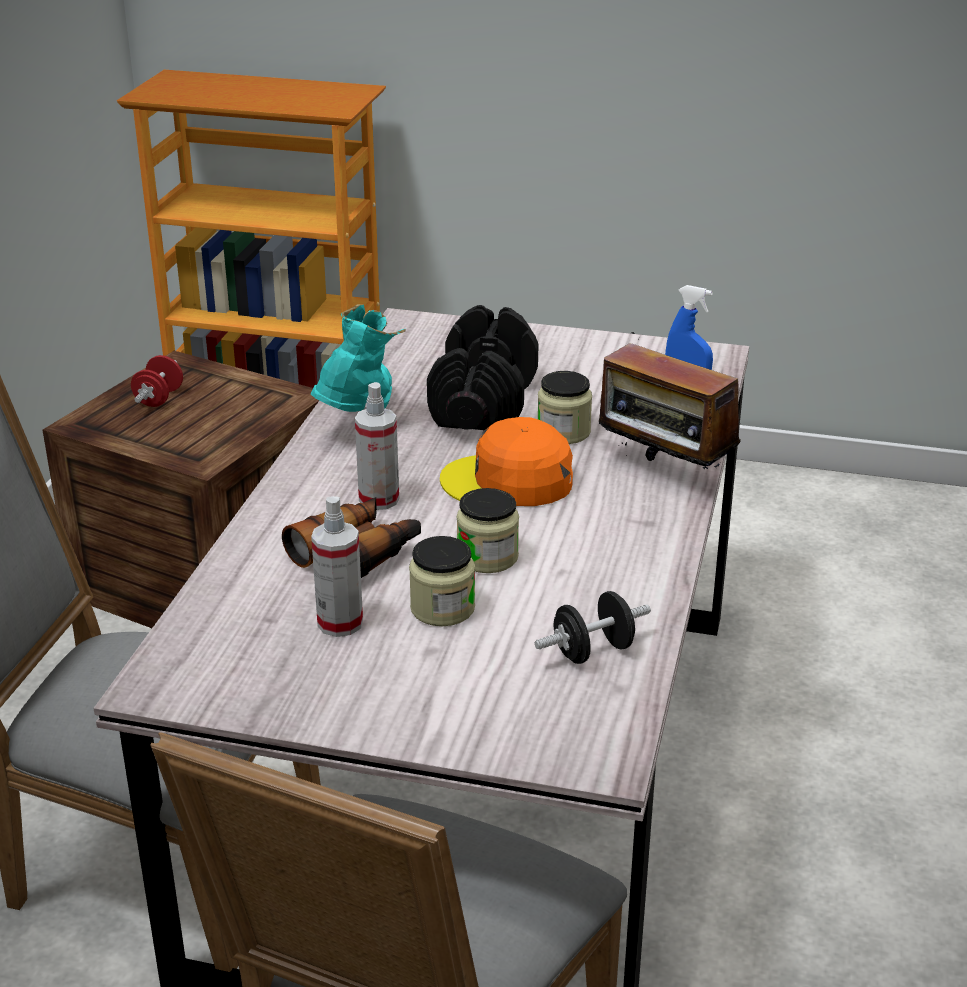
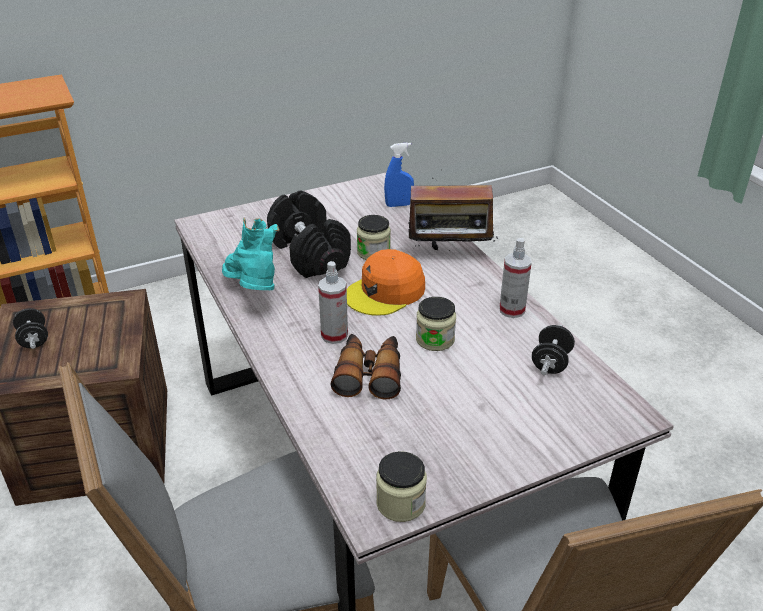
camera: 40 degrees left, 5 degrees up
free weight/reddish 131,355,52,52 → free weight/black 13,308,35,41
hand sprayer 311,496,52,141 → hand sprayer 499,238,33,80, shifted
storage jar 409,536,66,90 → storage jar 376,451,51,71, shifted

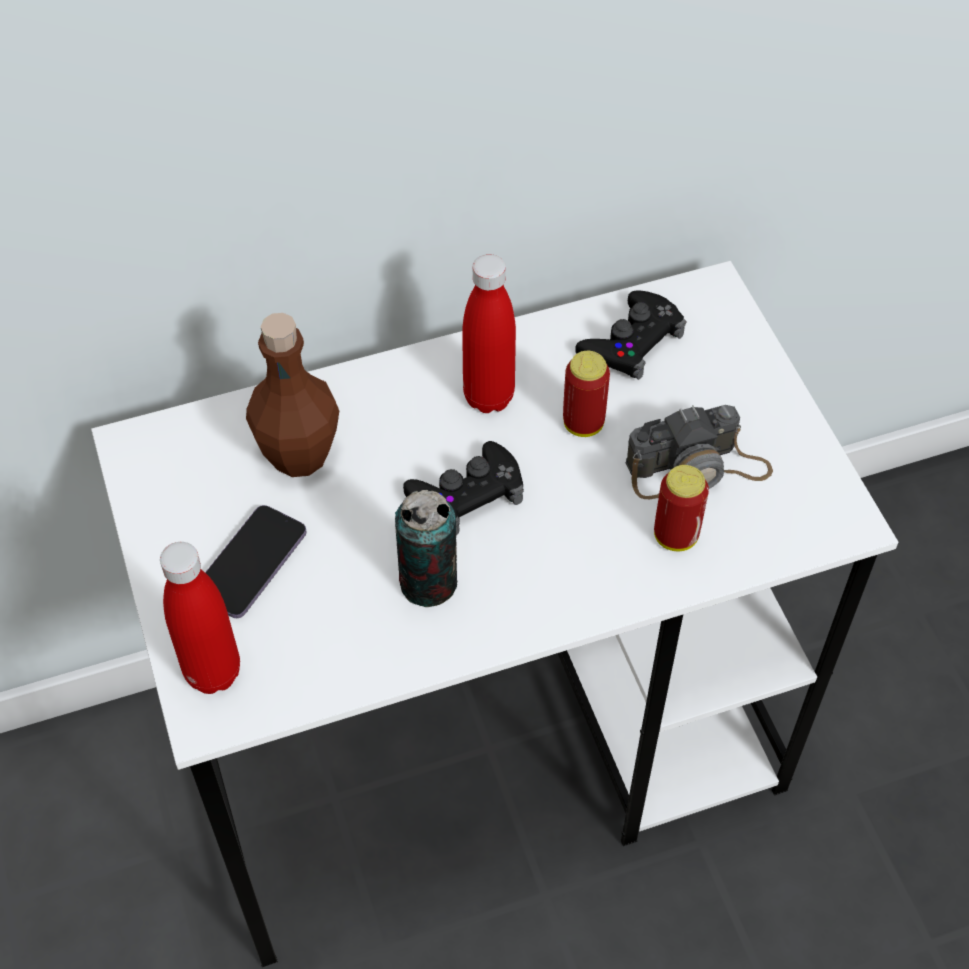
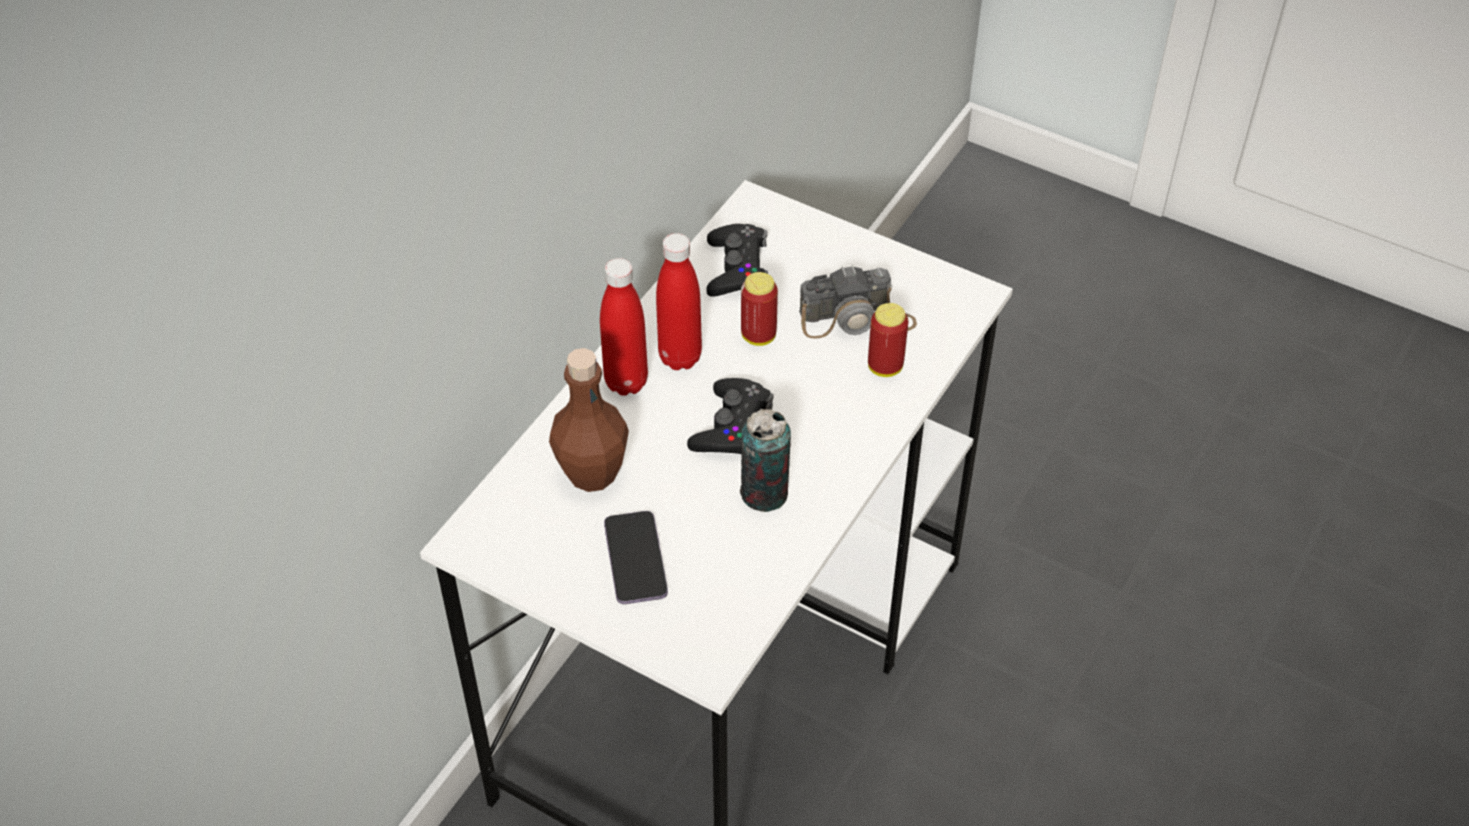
camera: 40 degrees left, 5 degrees down
still camera 626,405,147,94 → still camera 799,265,118,74, 45 degrees clockwise
beverage bottle/reddish 160,542,80,152 → beverage bottle/reddish 600,258,48,138, shifted

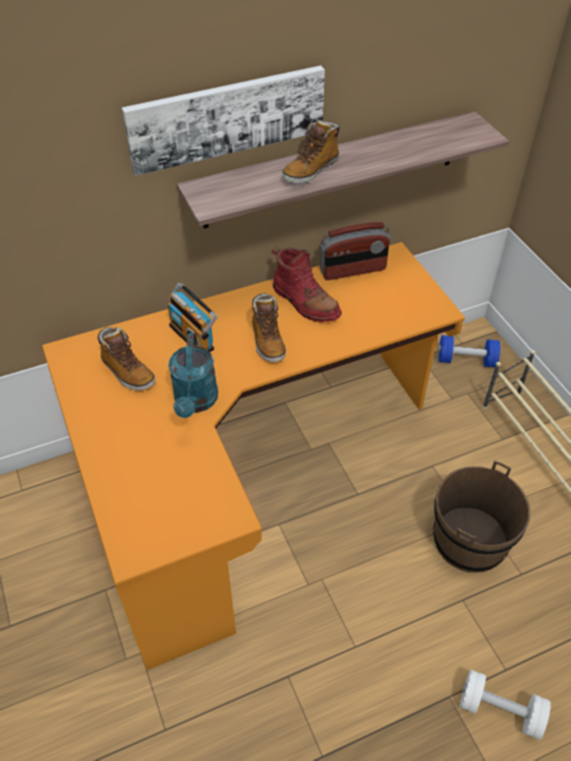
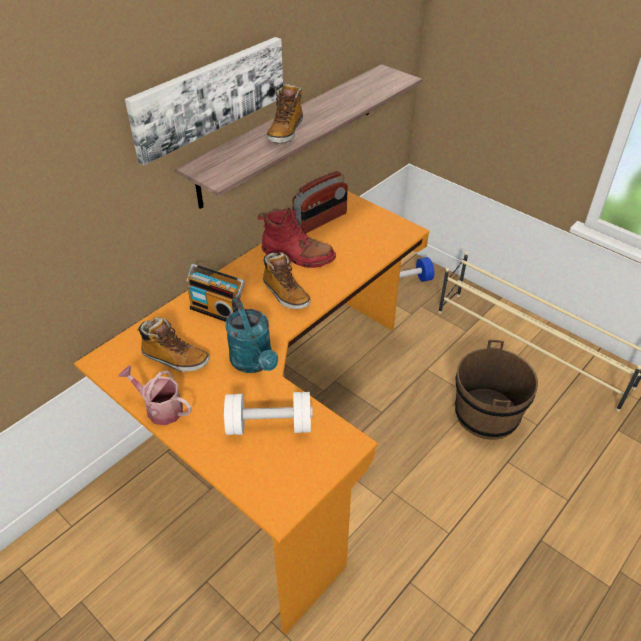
camera: 25 degrees left, 5 degrees down
free weight/white 460,669,91,71 → free weight/white 224,392,89,43, shifted
- → watering pot 118,366,74,59

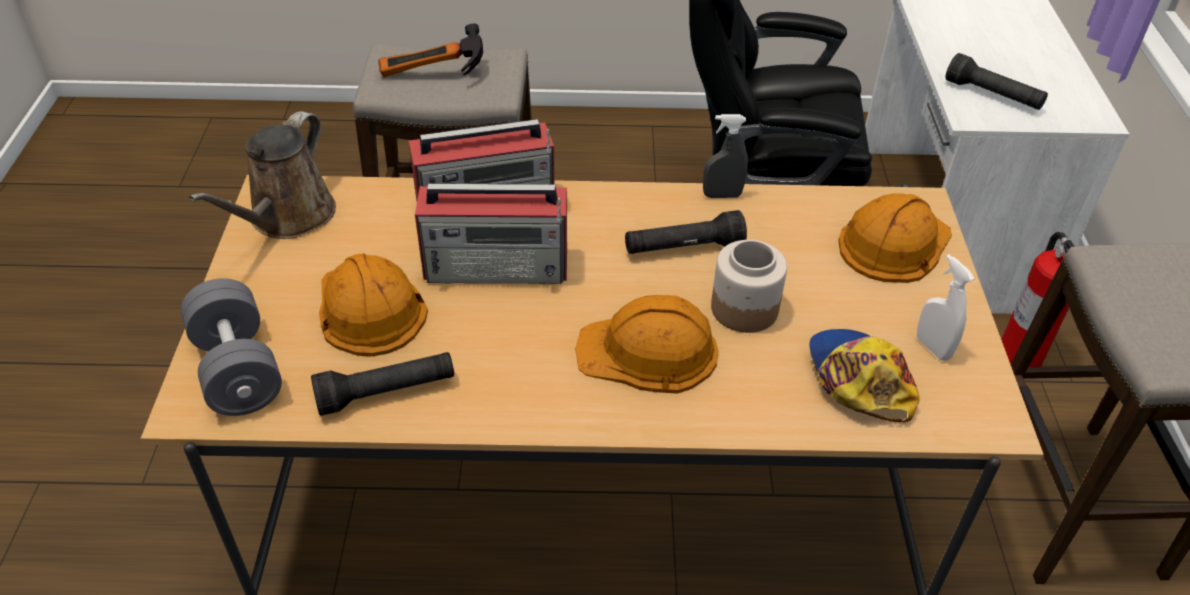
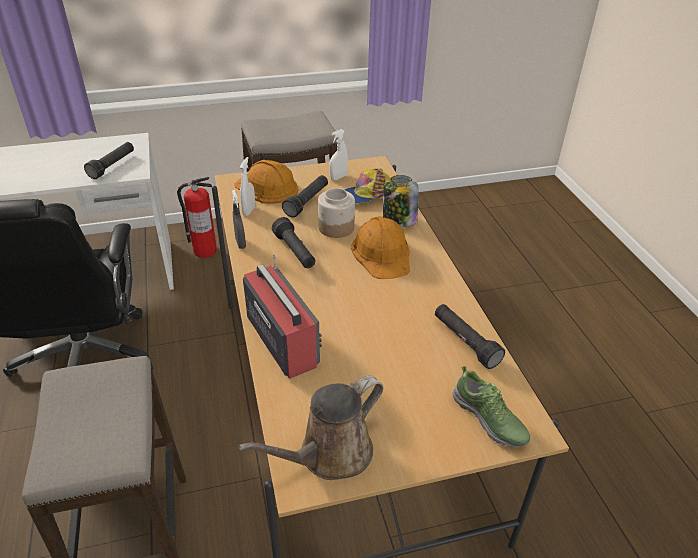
camera: 105 degrees left, 5 degrees down
hammer 378,23,105,54 → -
watering pot/brownish 189,111,147,128 → watering pot/brownish 238,376,145,104, 135 degrees clockwise
radio set 415,183,152,101 → -
safety helmet/orangey 319,253,109,103 → -
free weight/gray 181,278,101,138 → shoe 453,366,77,81
- → hand sprayer/white 240,157,15,59
- → hand torch/black 282,175,46,43
- → storage jar 383,175,36,52

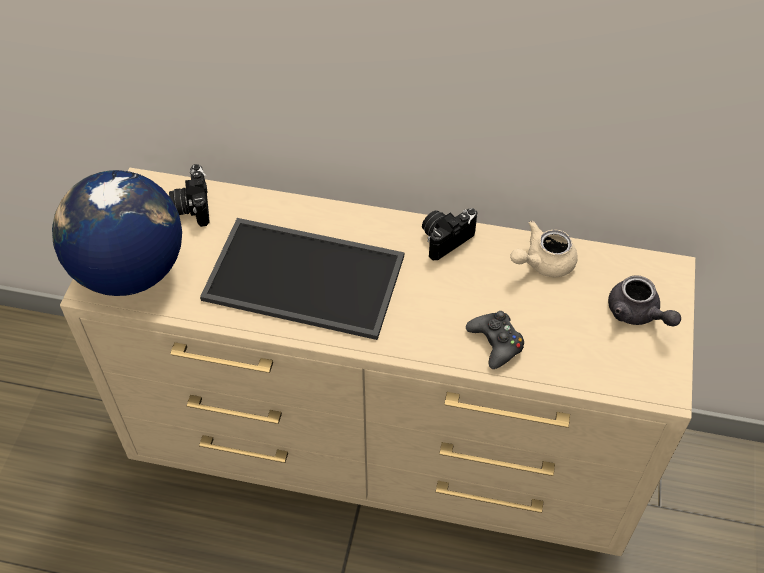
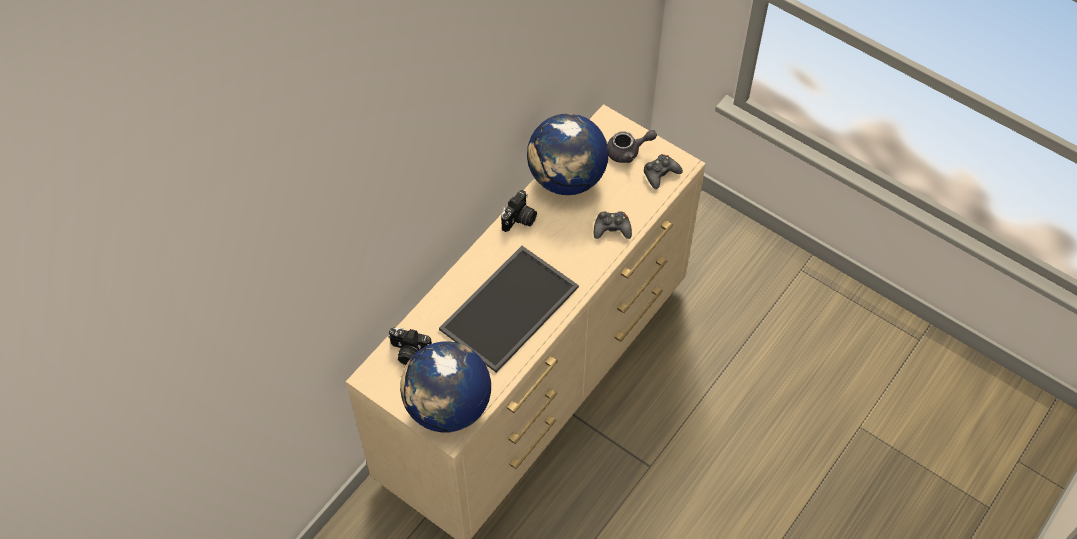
camera: 65 degrees left, 5 degrees up
still camera 422,208,55,52 → still camera 501,190,36,42, 135 degrees counterclockwise
tea pot/beige 510,221,68,56 → desk globe 527,113,81,82
- → gamepad/black 644,154,39,35

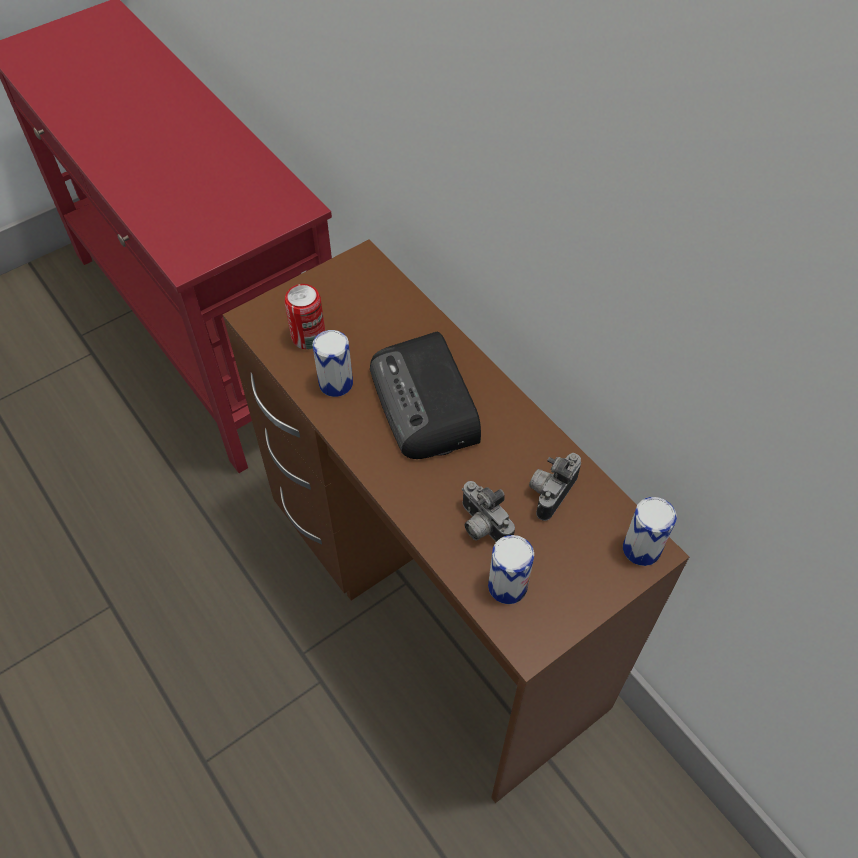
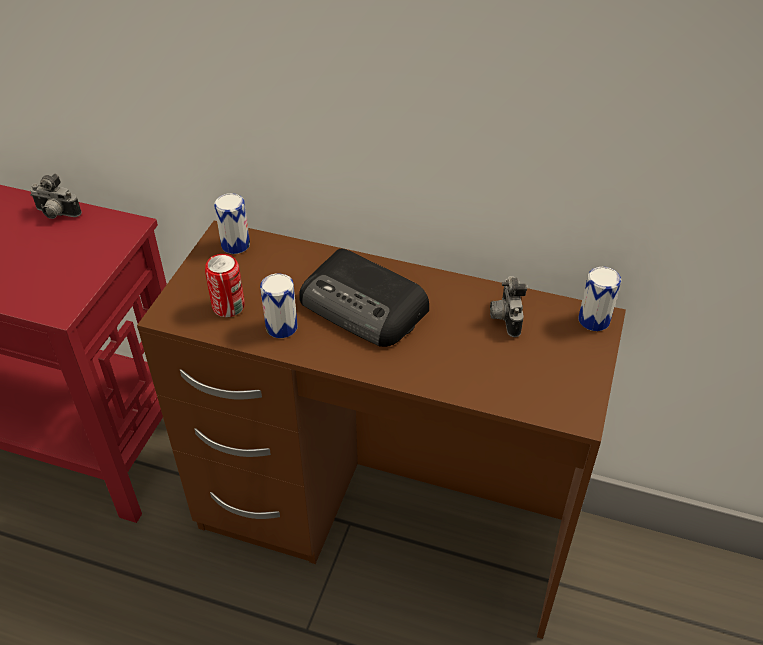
camera: 35 degrees left, 10 degrees down
still camera 462,481,53,61 → still camera 30,174,52,45, shifted
metal can 488,535,46,69 → metal can 214,193,36,61, shifted

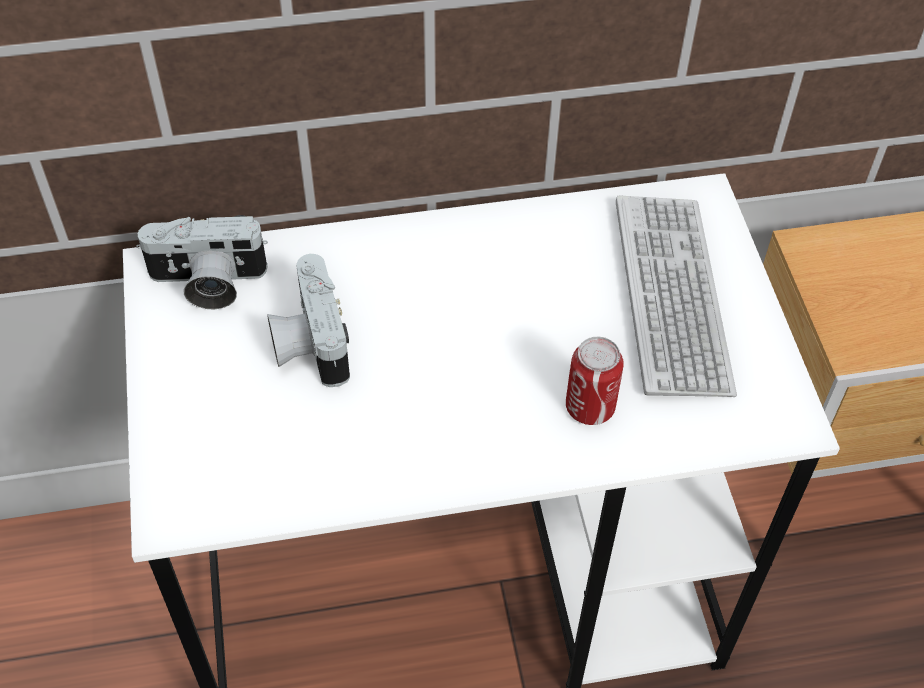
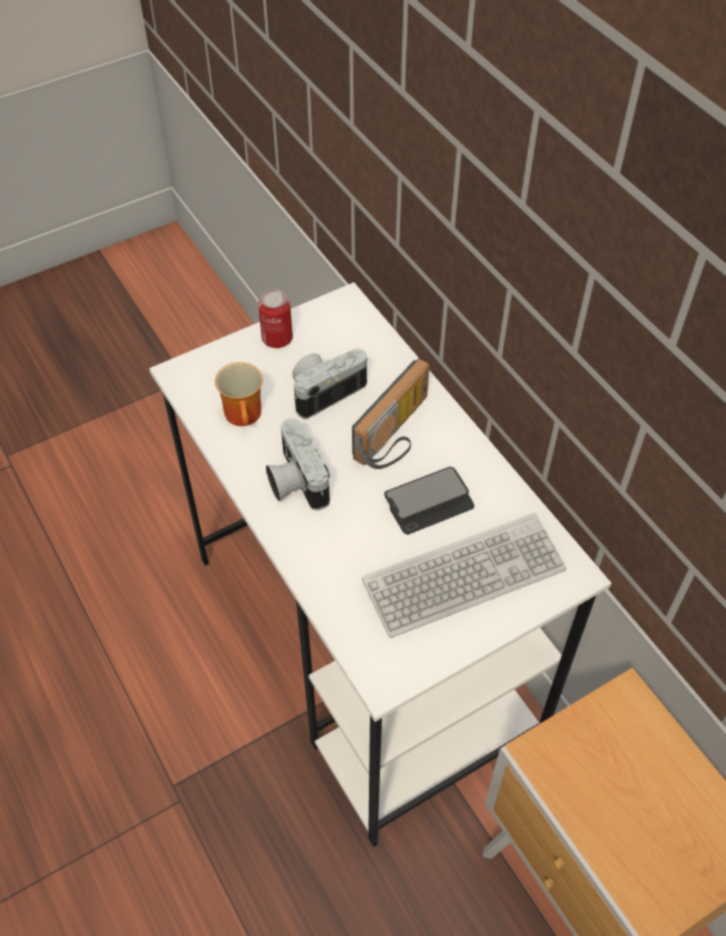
camera: 70 degrees right, 0 degrees up
still camera 136,215,132,94 → still camera 266,418,64,93, shifted
metal can 566,337,58,88 → metal can 258,289,35,59, shifted
- → radio set 352,358,78,111
- → coffee mug 215,362,48,64
- → telephone 384,467,90,68

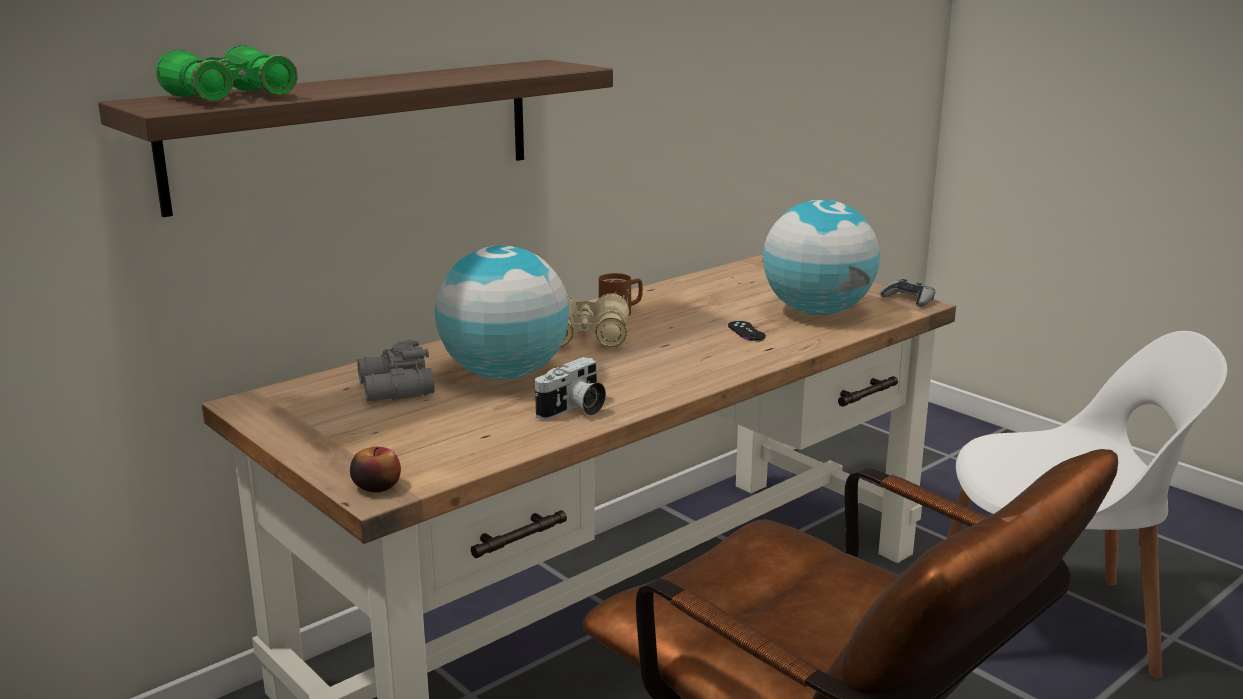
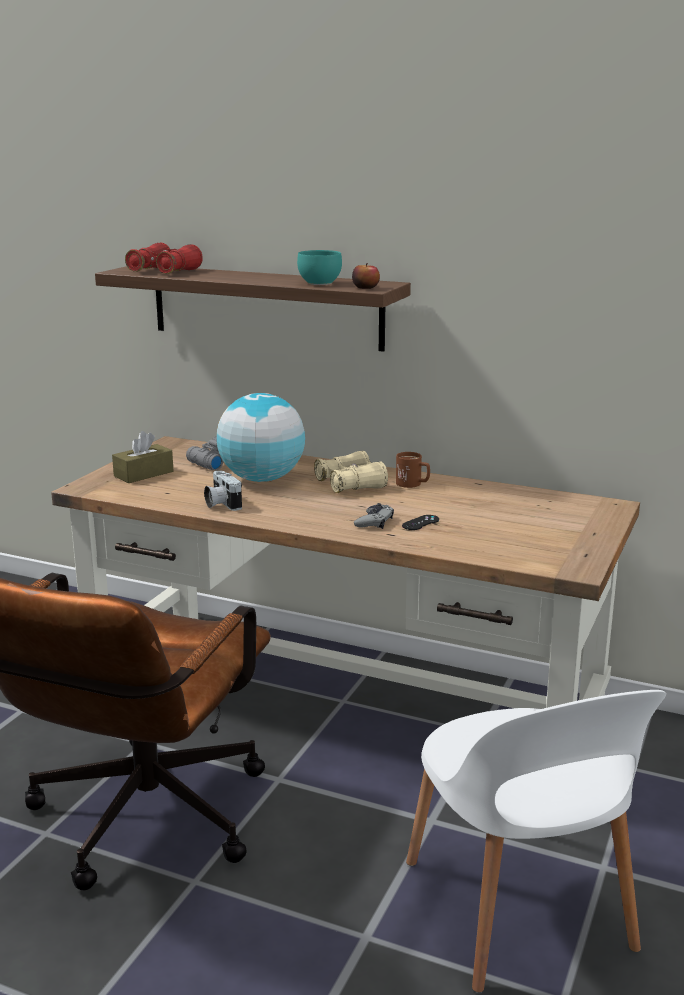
camera: 65 degrees right, 0 degrees up
field glasses/green 156,45,142,57 → field glasses/reddish 125,243,78,31
desk globe 763,200,117,115 → -
gamepad/gray 881,279,54,28 → gamepad/gray 354,503,40,26, shifted
still camera 535,357,71,63 → still camera 204,471,38,40, 45 degrees clockwise
apple fruit 350,447,51,45 → apple fruit 352,263,28,26, shifted
- → serving bowl/blue-green 297,250,45,35
- → tissue box/brownish 112,431,61,52

